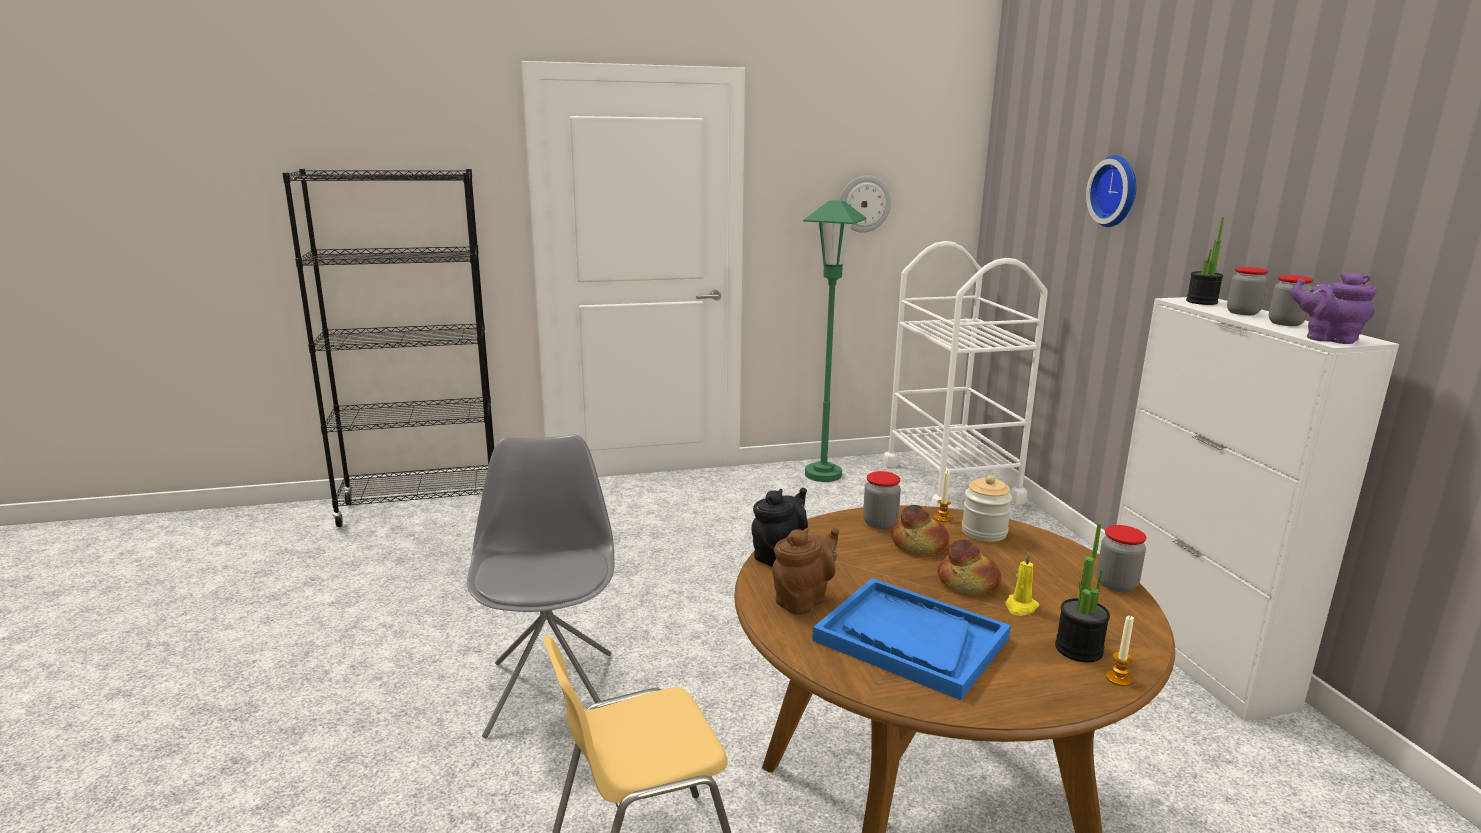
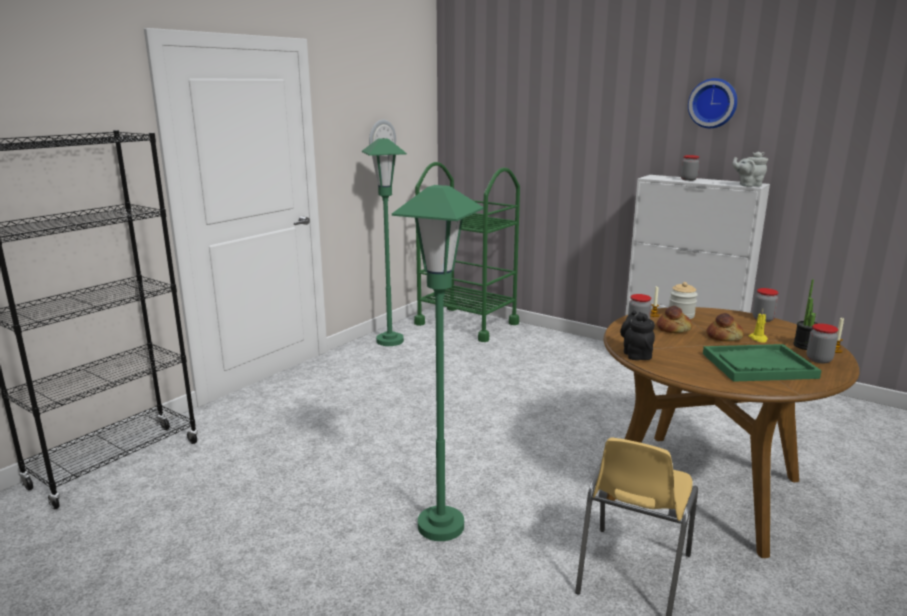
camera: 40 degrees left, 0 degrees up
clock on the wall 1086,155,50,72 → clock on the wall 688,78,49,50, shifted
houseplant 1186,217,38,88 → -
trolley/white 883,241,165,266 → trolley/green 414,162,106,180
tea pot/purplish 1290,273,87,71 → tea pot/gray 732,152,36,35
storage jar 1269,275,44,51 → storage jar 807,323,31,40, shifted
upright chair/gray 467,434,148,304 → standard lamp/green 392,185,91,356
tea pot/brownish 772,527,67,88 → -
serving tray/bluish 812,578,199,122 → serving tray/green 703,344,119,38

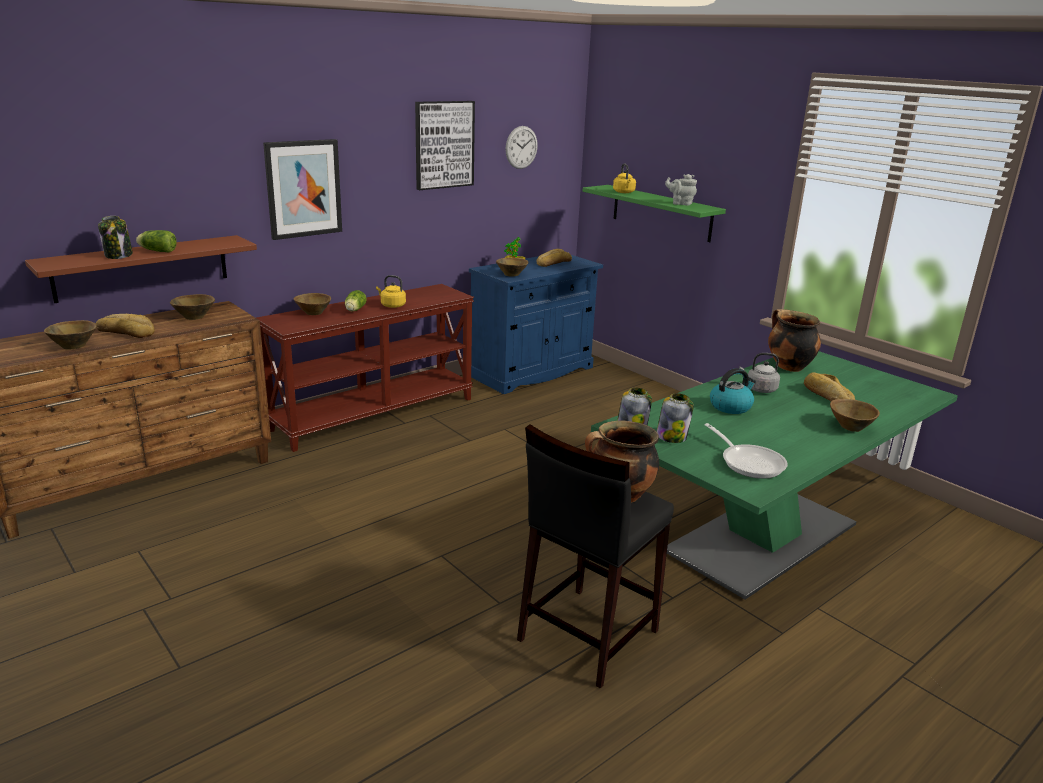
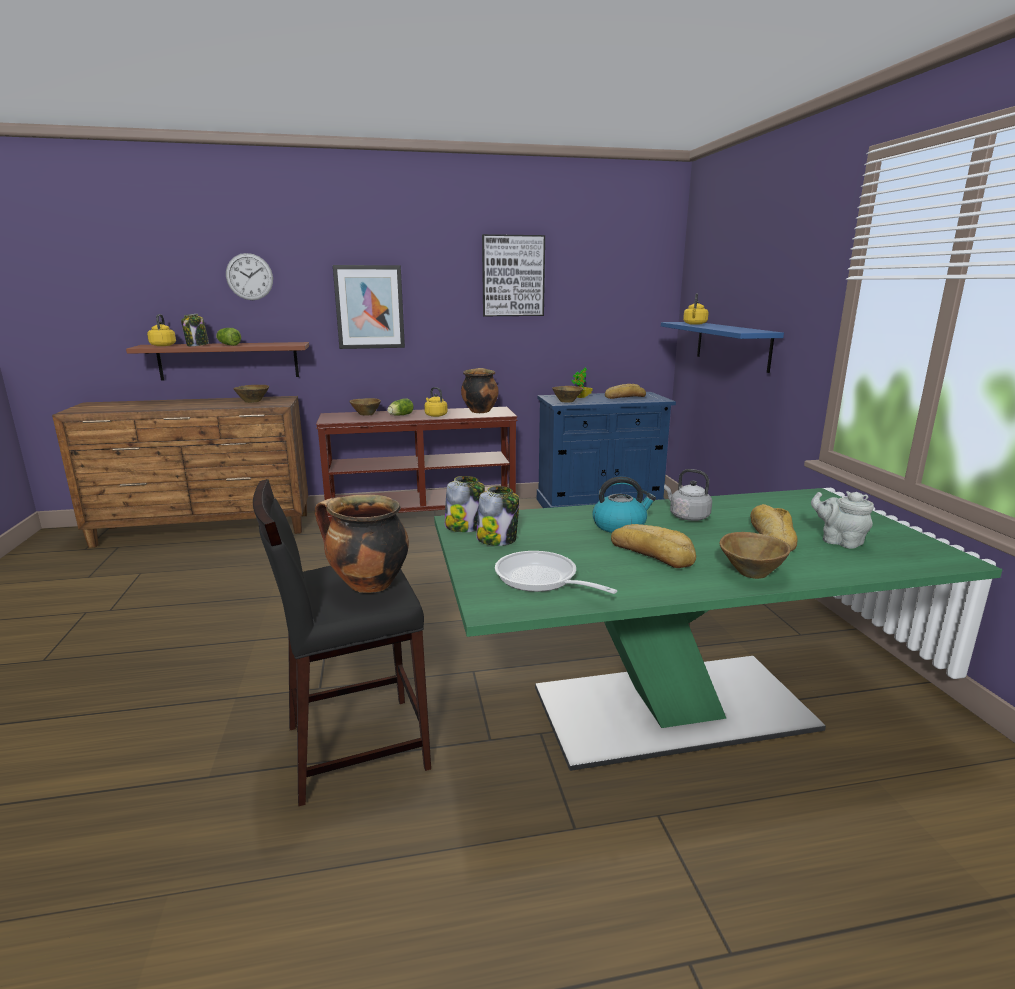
camera: 30 degrees right, 5 degrees down
clock on the wall 505,126,33,43 → clock on the wall 226,253,47,47, shifted
tea pot/gray 665,174,32,31 → tea pot/gray 811,491,63,58, shifted
shelf/green 583,185,143,57 → shelf/bluish 661,322,123,51
saucepot 768,309,53,63 → saucepot 461,368,38,45, shifted
baked bread 96,314,59,24 → baked bread 611,524,85,44, shifted
serving bowl/brownish 44,320,52,29 → -
pan 704,423,84,56 → pan 495,551,122,43, 135 degrees clockwise
- → tea kettle/yellow-coloured 147,314,29,32

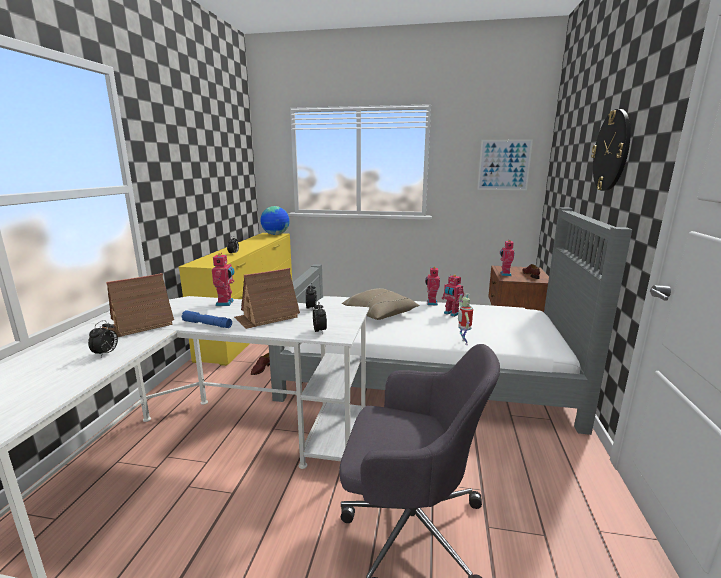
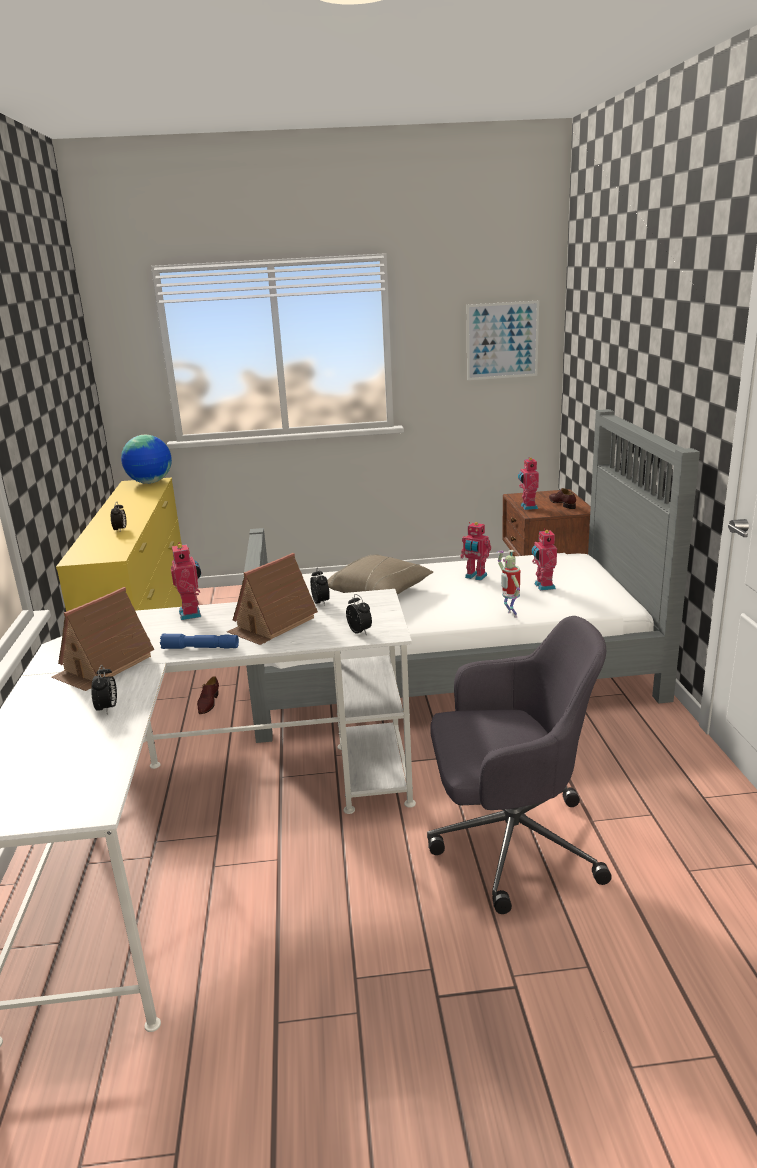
camera: 15 degrees left, 5 degrees up
clock on the wall 591,109,40,82 → -
model robot 425,266,15,40 → model robot 532,528,25,63, shifted

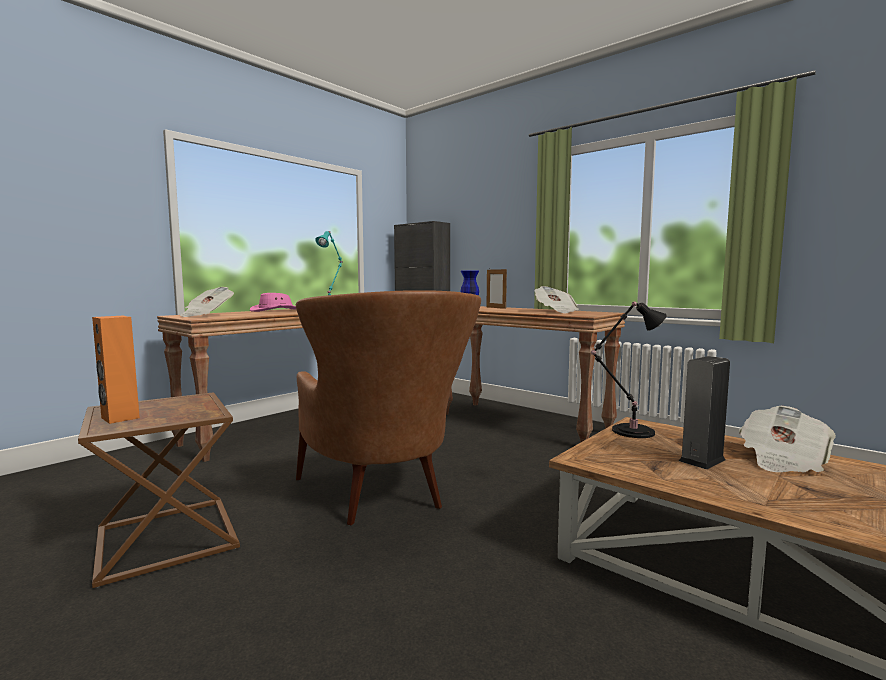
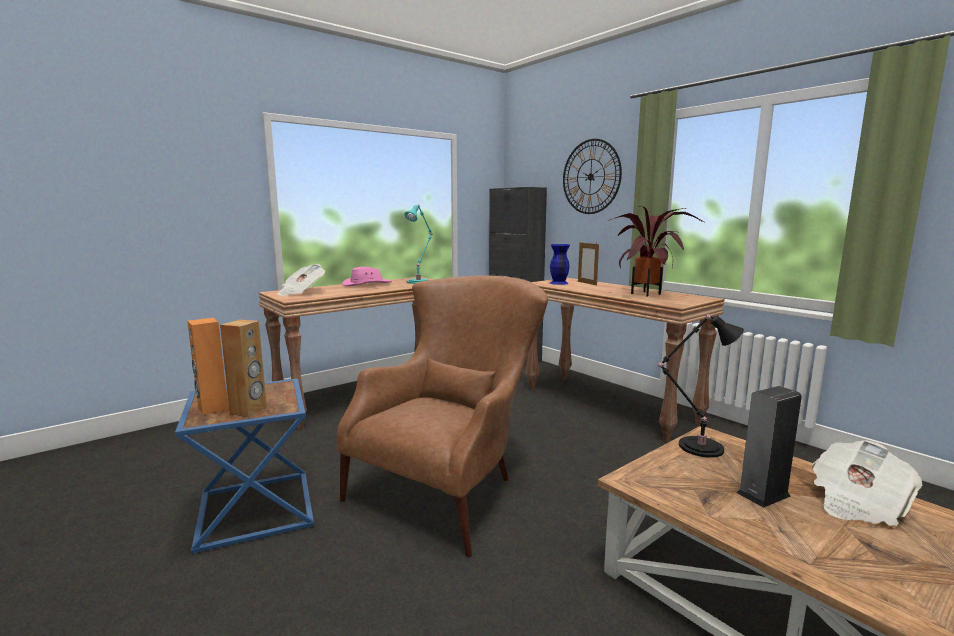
camera: 10 degrees right, 5 degrees up
newspaper 534,286,45,27 → houseplant 608,206,96,91
armchair/brownish 296,290,185,235 → armchair/brownish 337,275,211,282, 135 degrees counterclockwise
accent table/brownish 78,392,162,196 → accent table/bluish 175,378,139,176
- → clock on the wall 563,139,59,75
- → audio speaker/brownish 220,320,47,97

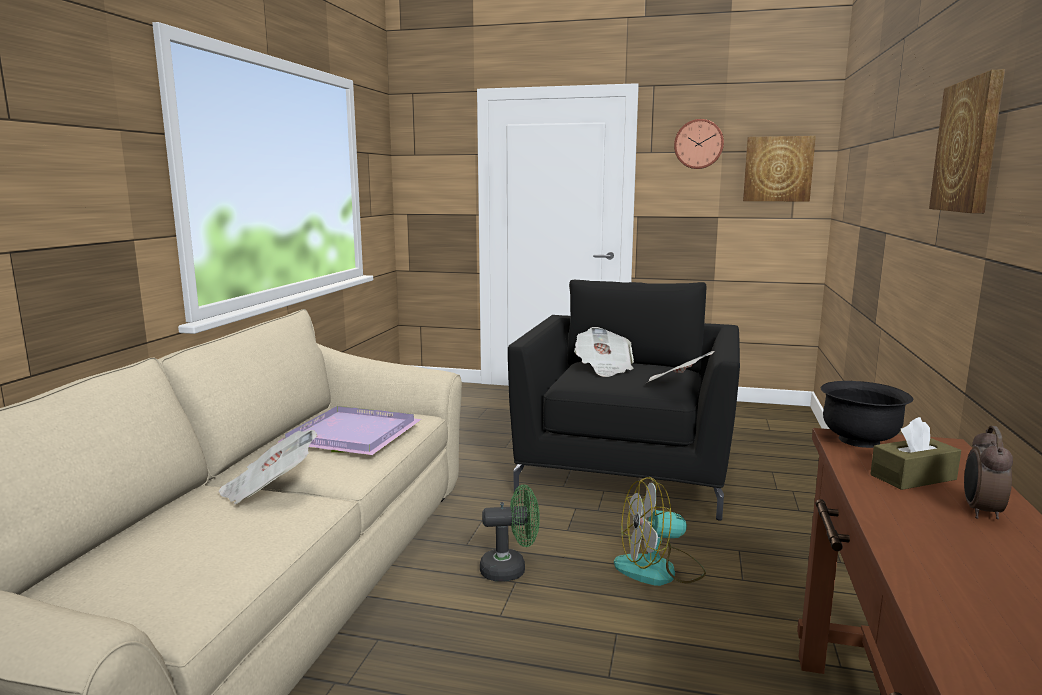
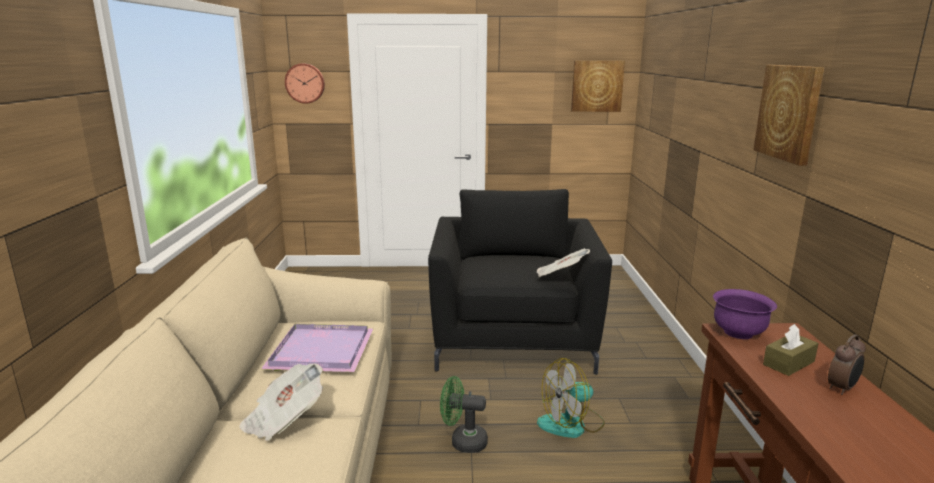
camera: 15 degrees left, 5 degrees up
clock on the wall 674,119,50,50 → clock on the wall 285,63,40,41, shifted
newspaper 574,327,60,50 → -
serving bowl/black 821,381,92,67 → serving bowl/purplish 713,289,64,50
bedside clock 964,426,49,93 → bedside clock 828,334,38,61, 135 degrees counterclockwise
cooling fan/green 480,485,60,96 → cooling fan/green 440,376,48,77, 150 degrees counterclockwise

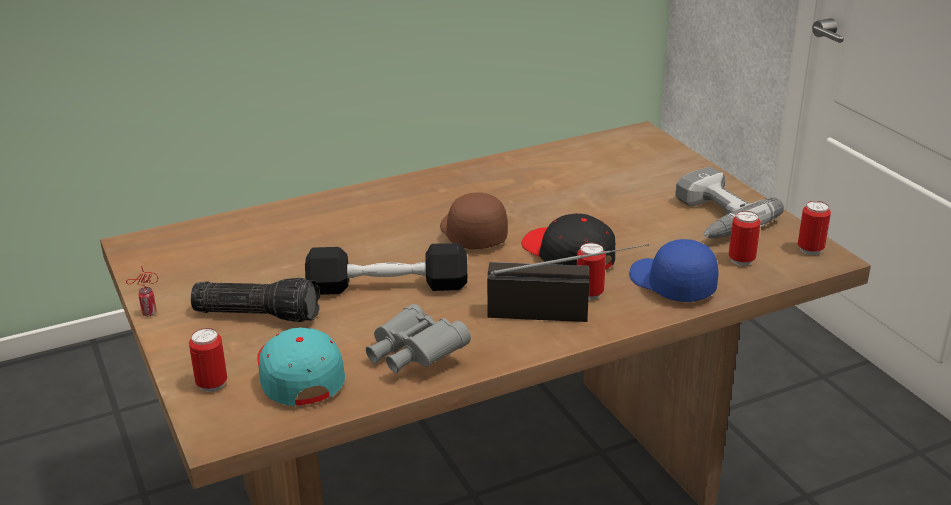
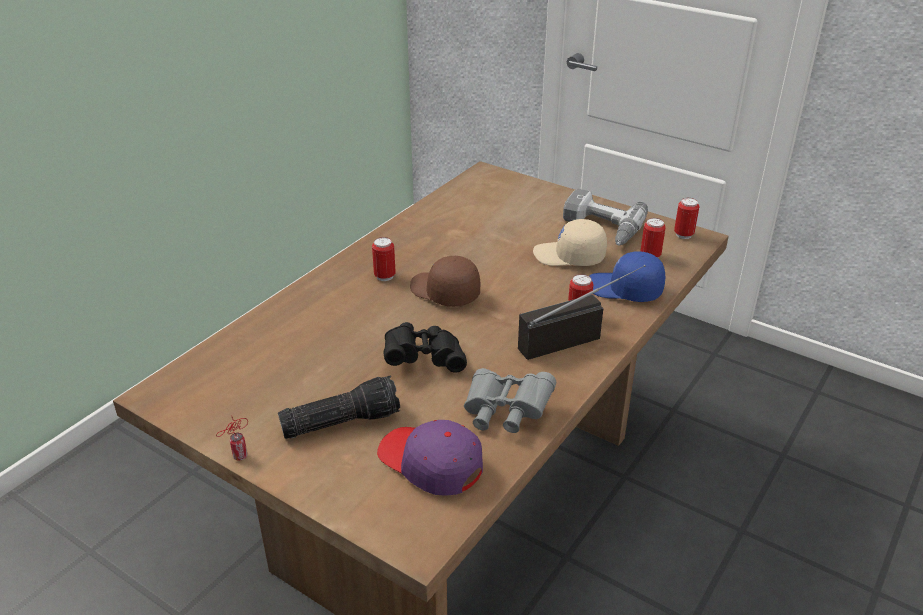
camera: 30 degrees left, 5 degrees up
peaked cap/black 521,213,94,57 → -
free weight/black 305,243,162,52 → field glasses/black 384,322,83,51
peaked cap/blue-green 257,327,88,79 → peaked cap/purplish 377,420,106,76
metal can 189,328,38,64 → metal can 372,237,24,44, shifted
- → peaked cap/beige 533,219,74,47

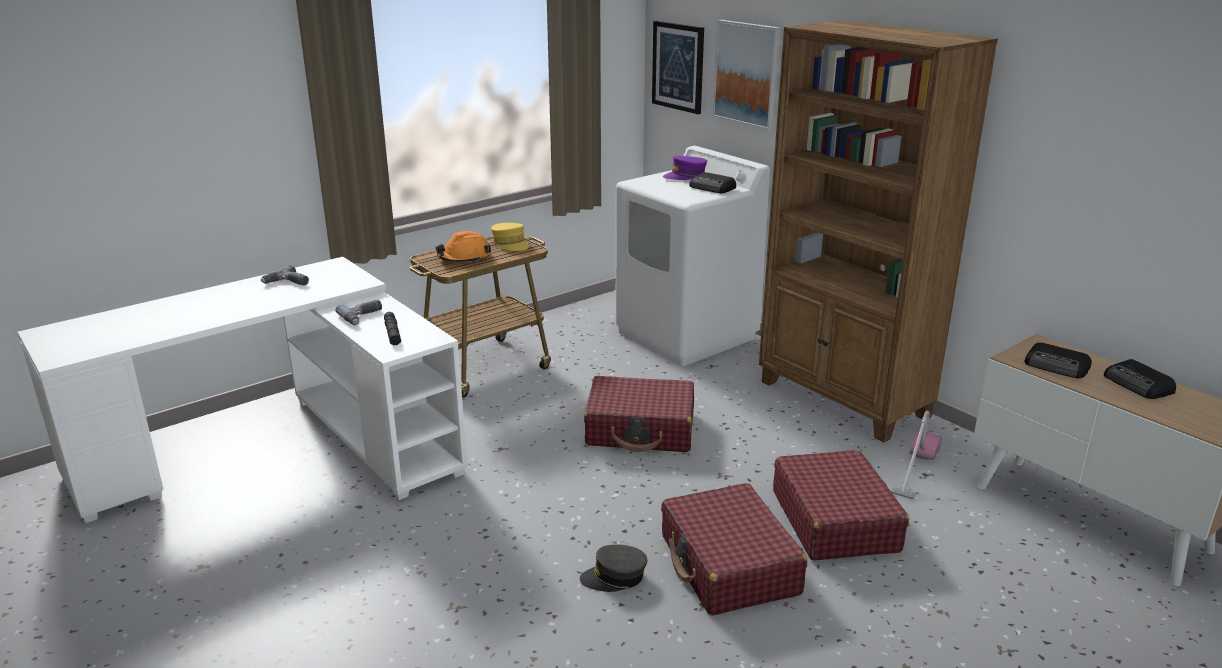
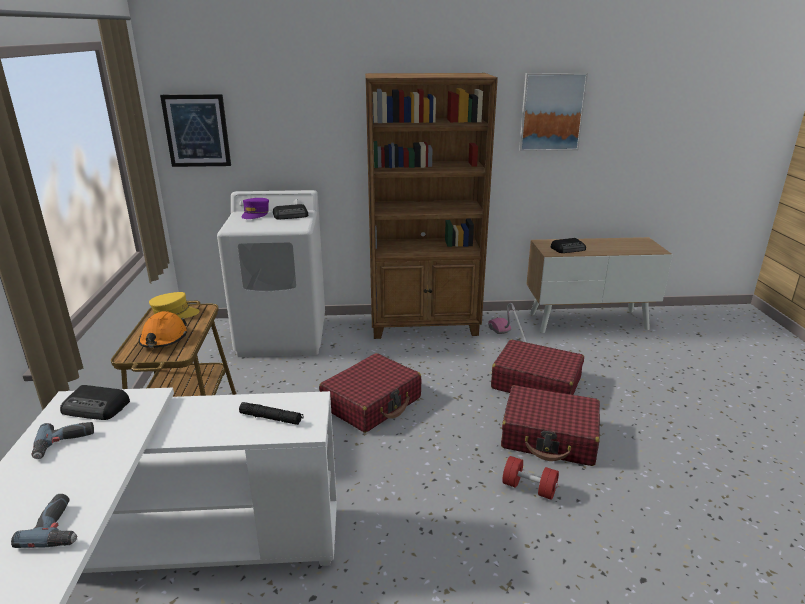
camera: 55 degrees left, 0 degrees up
wall art 713,20,67,110 → wall art 519,73,69,78, shifted
drill 336,300,46,25 → drill 11,494,67,54, shifted
radio set 1104,359,72,40 → radio set 60,385,70,35, shifted
peaked cap/gray 580,545,67,47 → free weight/reddish 502,456,57,44

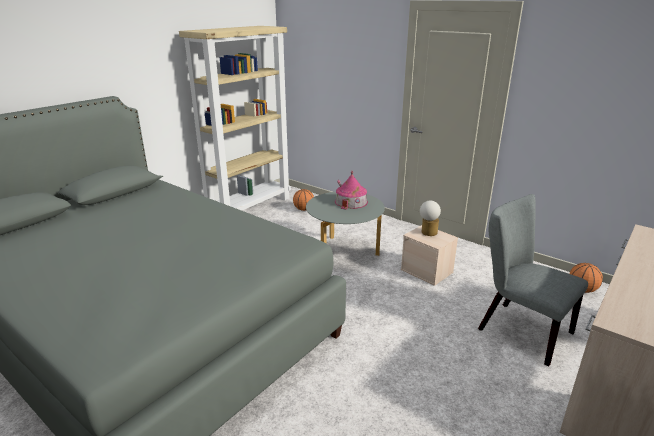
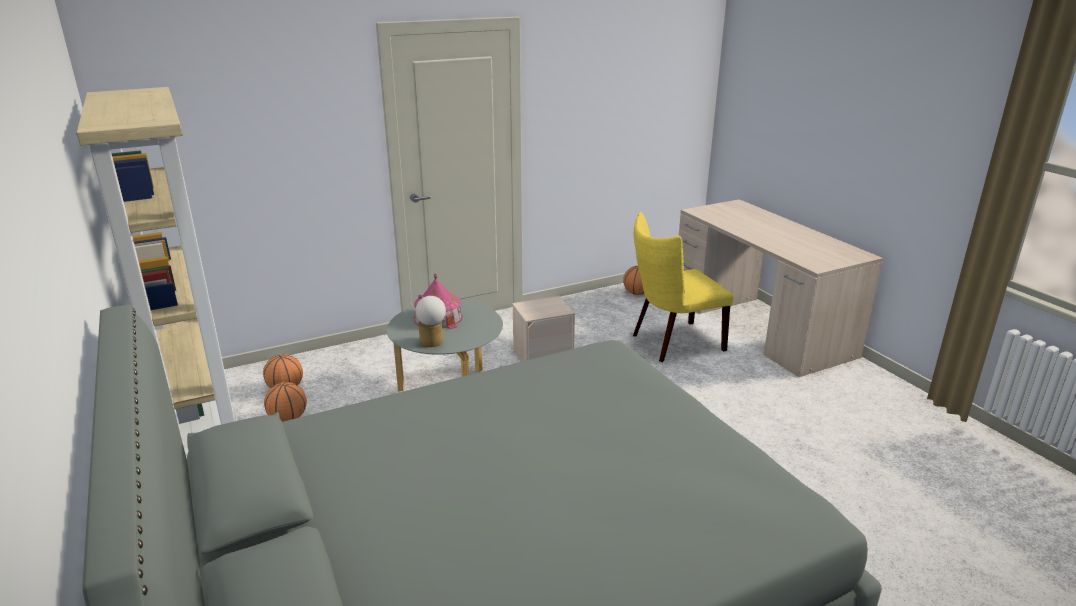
camera: 65 degrees left, 0 degrees up
upright chair/gray 478,194,110,173 → upright chair/yellow-coloured 633,212,100,150
lamp for a table 420,200,21,36 → lamp for a table 416,296,30,51, shifted
- → basketball 264,382,43,40

